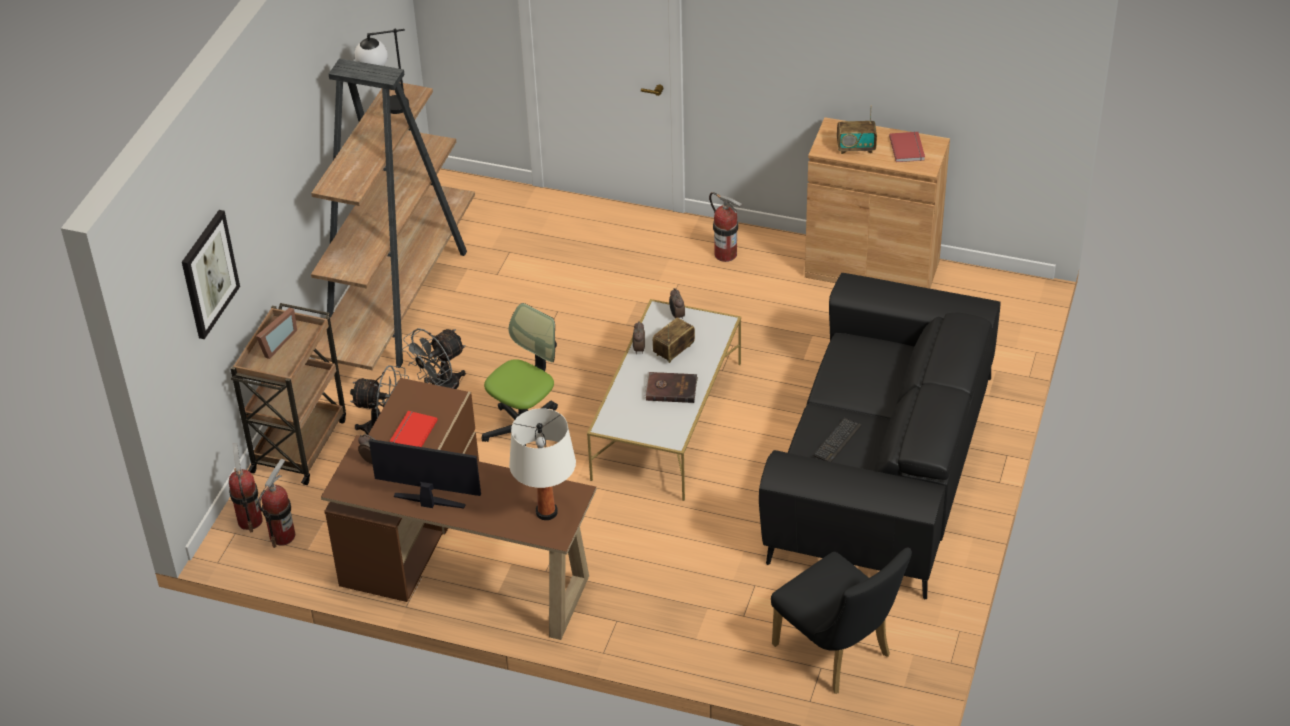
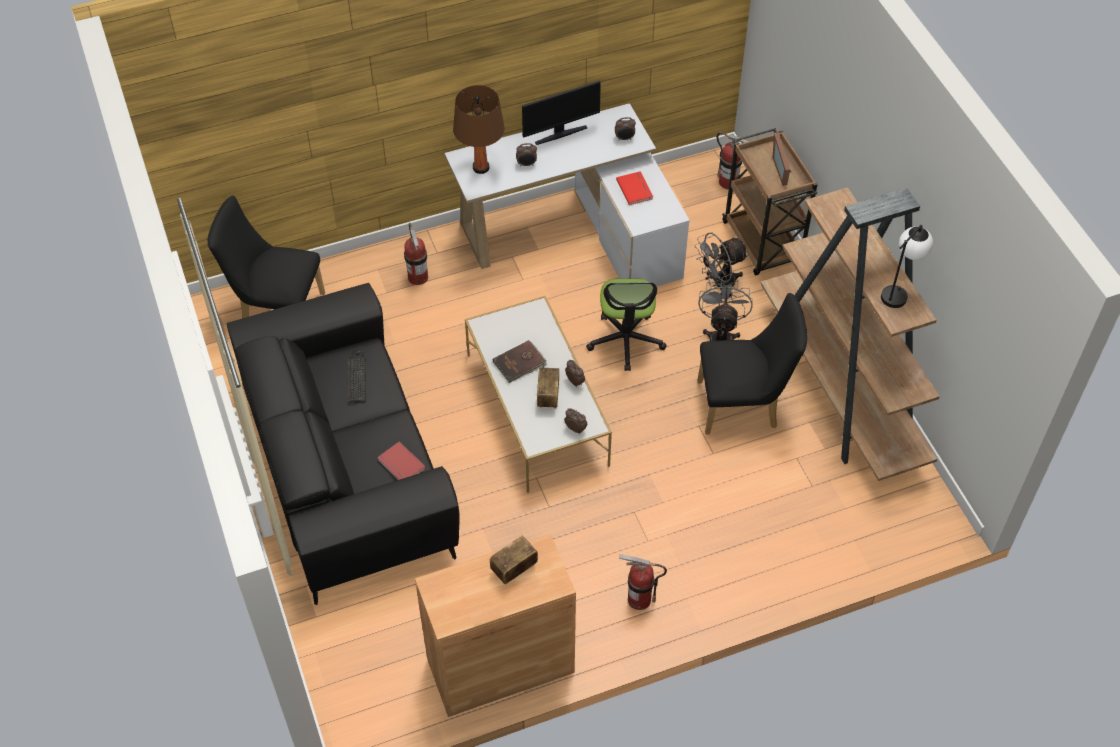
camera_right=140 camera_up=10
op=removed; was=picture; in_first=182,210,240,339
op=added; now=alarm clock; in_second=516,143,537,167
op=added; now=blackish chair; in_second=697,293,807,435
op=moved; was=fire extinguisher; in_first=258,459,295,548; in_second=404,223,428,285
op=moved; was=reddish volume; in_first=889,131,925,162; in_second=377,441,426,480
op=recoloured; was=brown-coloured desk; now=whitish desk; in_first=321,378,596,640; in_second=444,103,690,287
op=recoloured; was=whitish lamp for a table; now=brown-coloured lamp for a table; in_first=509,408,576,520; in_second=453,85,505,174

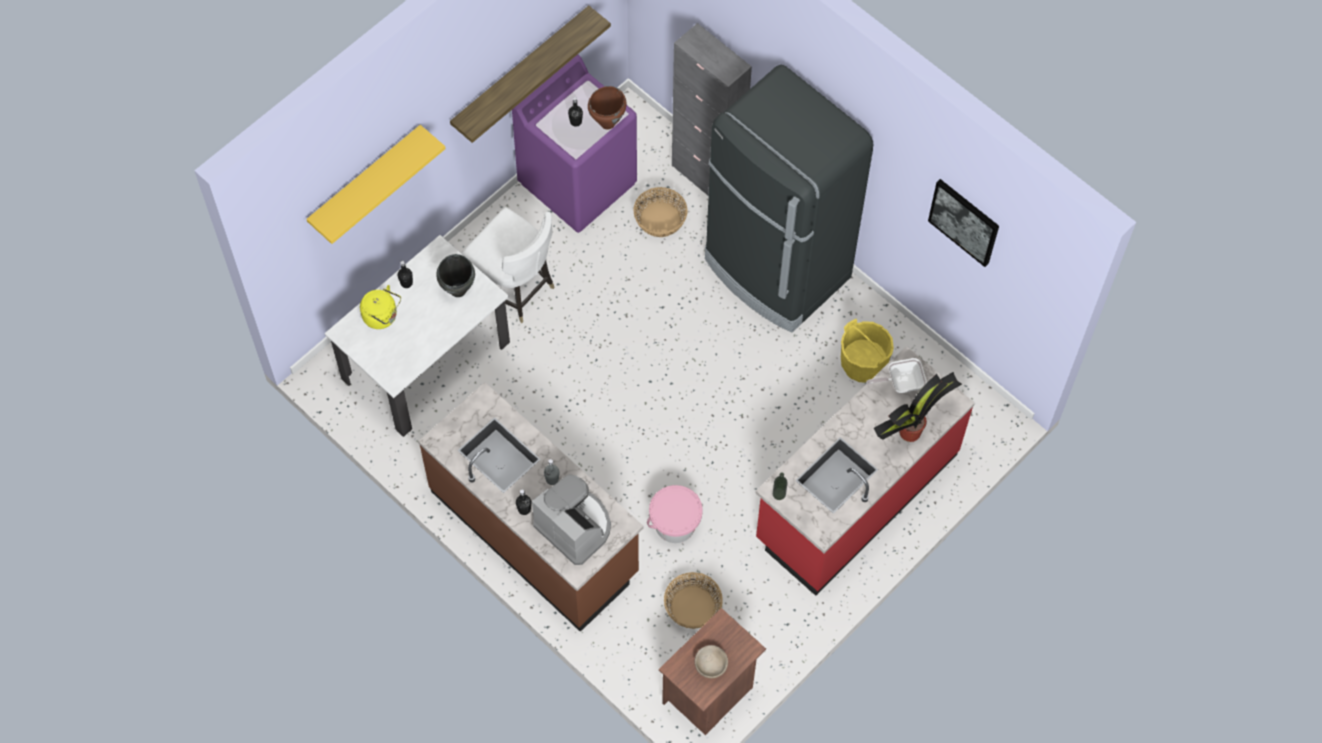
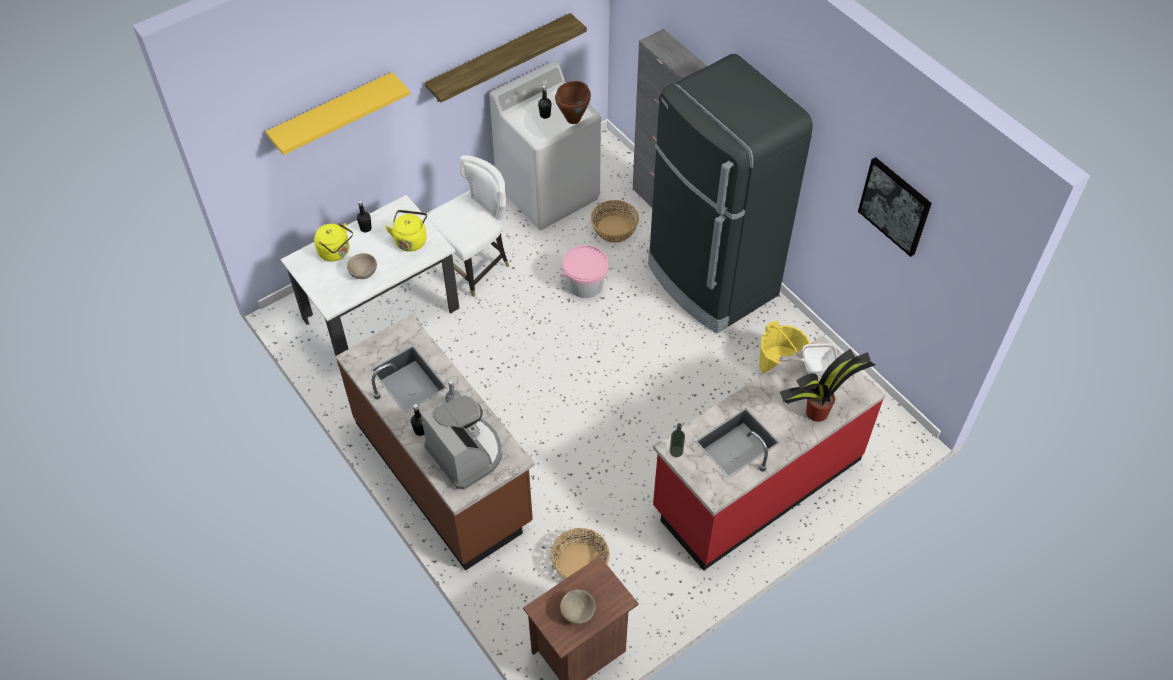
camera_right=10 camera_up=-10
op=added; now=sand-coloured bowl; in_second=347,253,377,279
op=moved; was=pink pail; in_first=647,485,703,543; in_second=560,245,609,298
op=replaced; was=blackish cooking pot; now=yellow tea kettle; in_first=436,254,475,297; in_second=385,210,427,252
op=recoloured; was=purple-coloured washing machine; now=whitish washing machine; in_first=512,54,637,233; in_second=490,61,601,230
op=turned; was=whitish chair; in_first=461,207,554,323; in_second=427,155,509,297; clockwise=-90

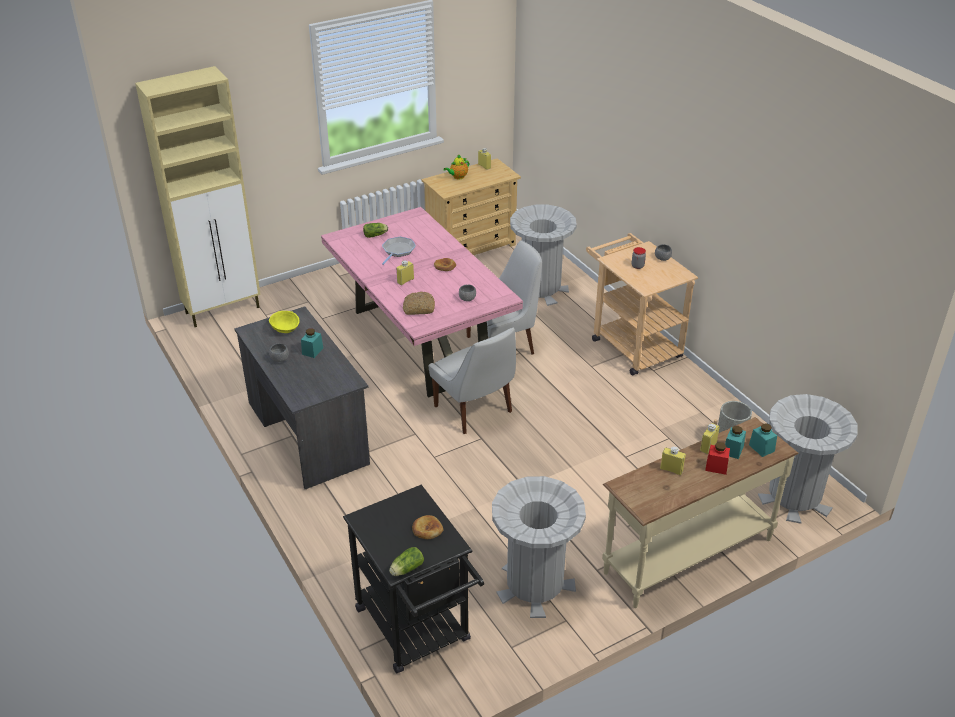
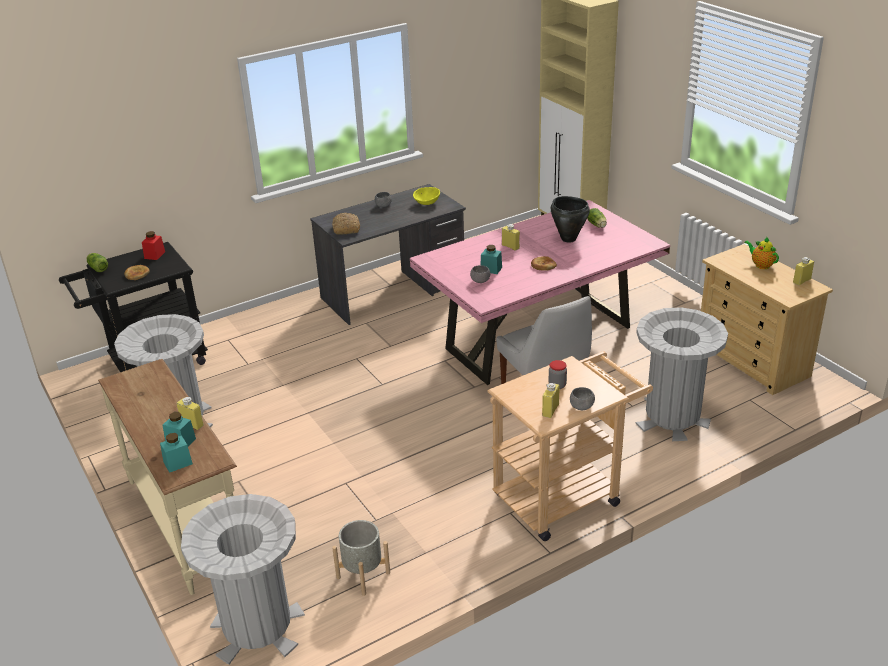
camera_right=90 camera_up=-5
op=removed; was=whitish chair; in_first=429,328,516,434
op=moved; was=turquoise jar; in_first=301,328,323,358; in_second=481,245,502,274
op=moved; was=baked bread; in_first=403,291,435,315; in_second=332,213,360,235
op=moved; was=yellow bottle; in_first=660,447,686,475; in_second=542,383,560,418
op=moved; was=reddish jar; in_first=705,442,730,475; in_second=142,231,165,260
op=replaced; was=pan; now=blackish cooking pot; in_first=382,237,416,265; in_second=551,196,590,243

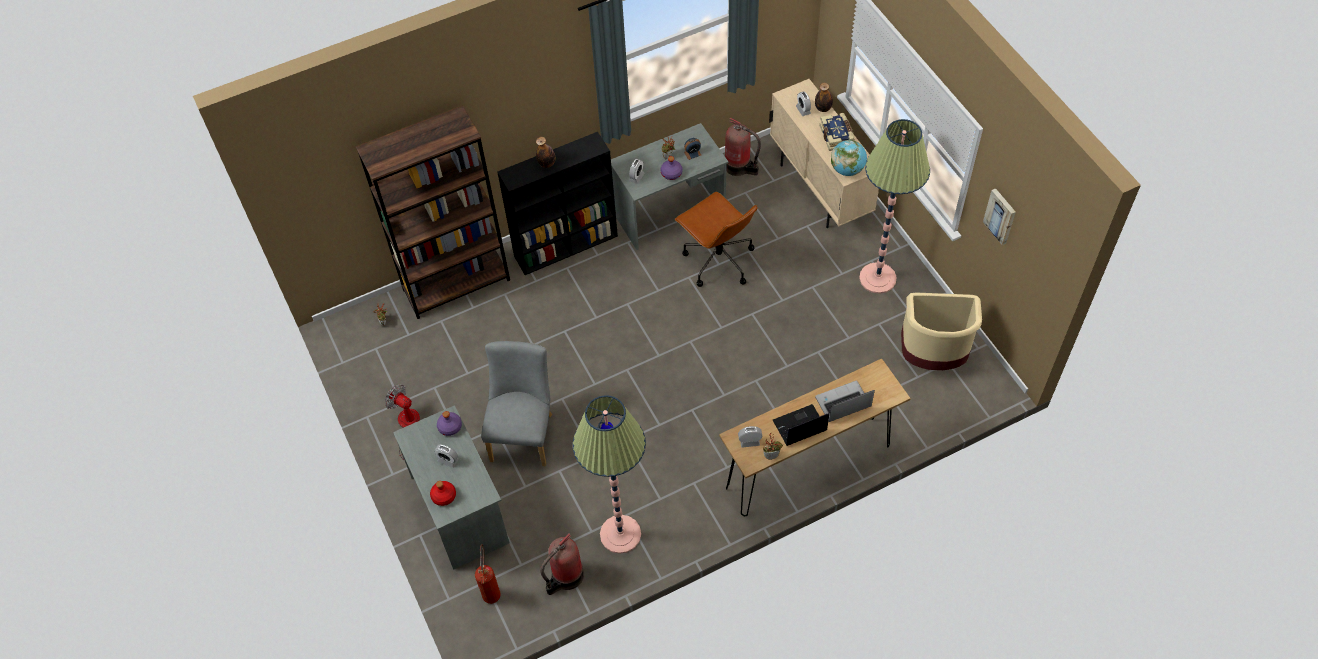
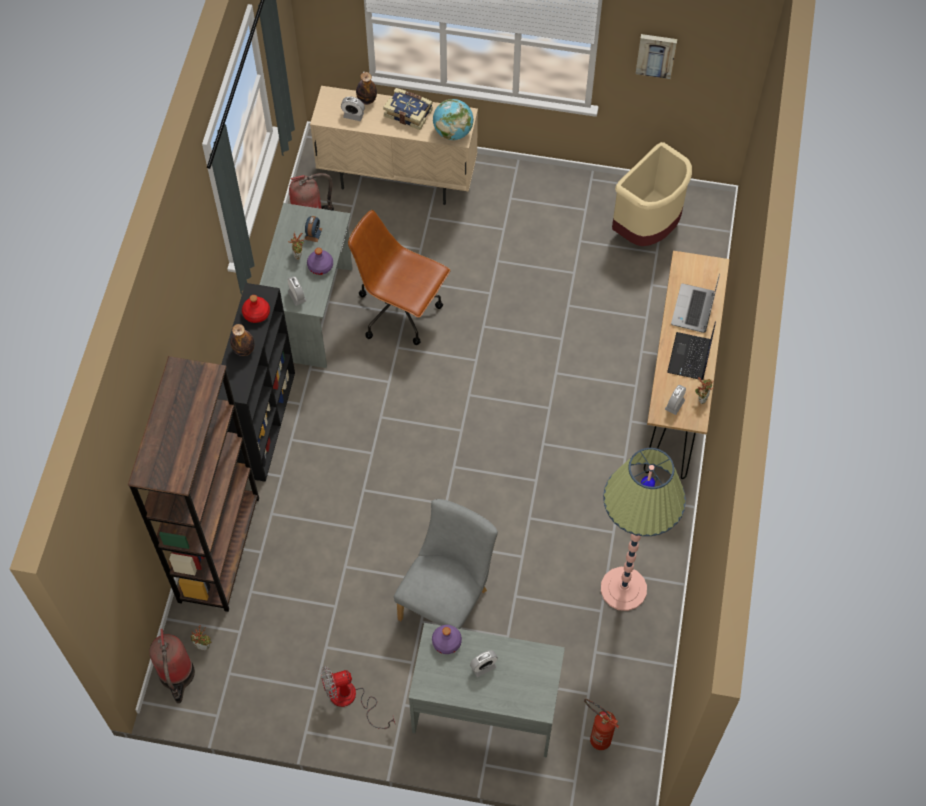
camera_right=-55 camera_up=5
op=removed; was=floor lamp; in_first=859,119,930,294
op=moved; was=reddish bottle; in_first=430,481,456,506; in_second=242,295,270,323
op=moved; was=fire extinguisher; in_first=540,534,584,595; in_second=149,629,195,703
op=turned; was=gray chair; in_first=481,341,552,466; in_second=394,499,498,629; clockwise=75
op=turned; was=brown-coloured office chair; in_first=675,192,758,287; in_second=348,210,450,345; clockwise=-150

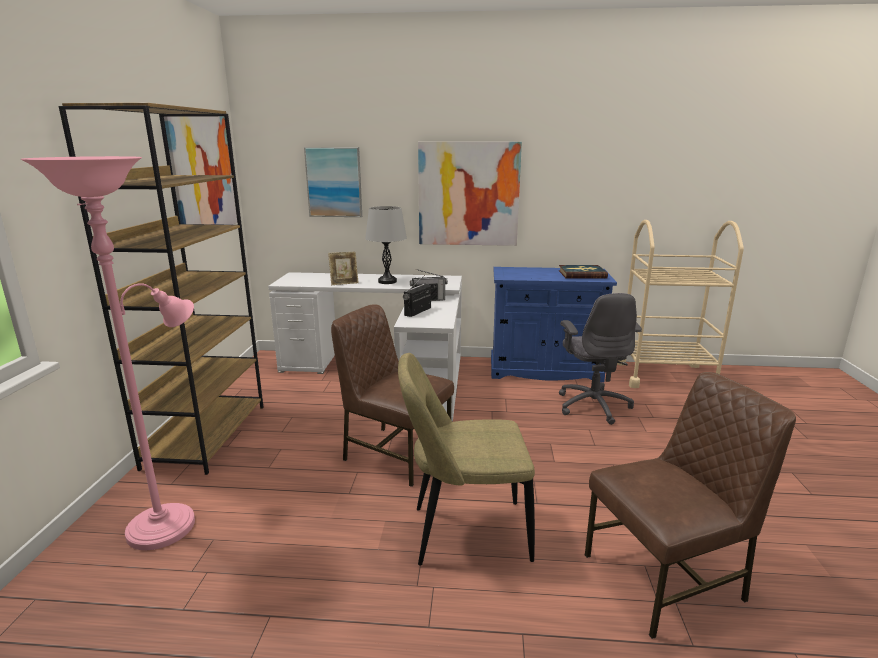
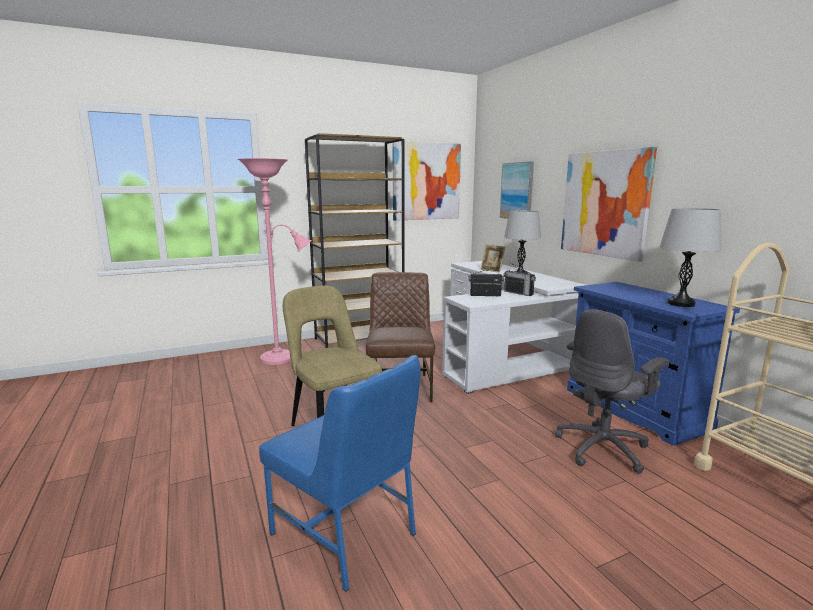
camera_right=60 camera_up=-5
op=replaced; was=volume; now=gray lamp for a table; in_first=559,265,608,279; in_second=660,208,722,307
op=recoloured; was=brown-coloured chair; now=bluish chair; in_first=585,372,796,639; in_second=259,355,421,592

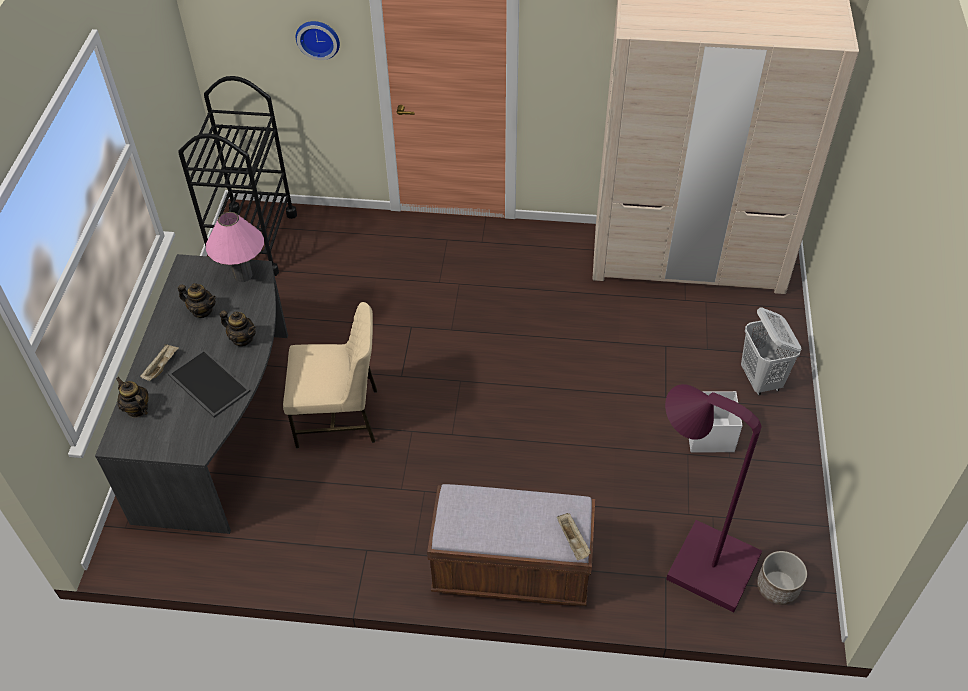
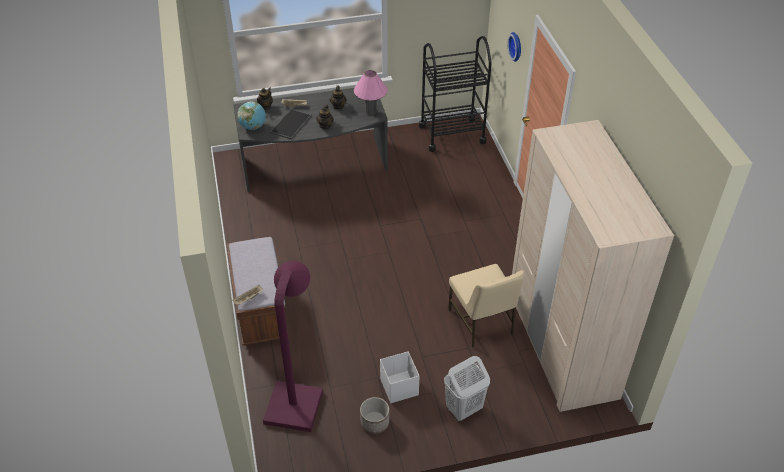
camera_right=70 camera_up=-5
op=added; now=world globe; in_second=237,101,266,130
op=moved; was=sand-coloured chair; in_first=283,302,377,448; in_second=448,264,524,348
op=moved; was=plant pot; in_first=757,551,807,605; in_second=360,397,389,434

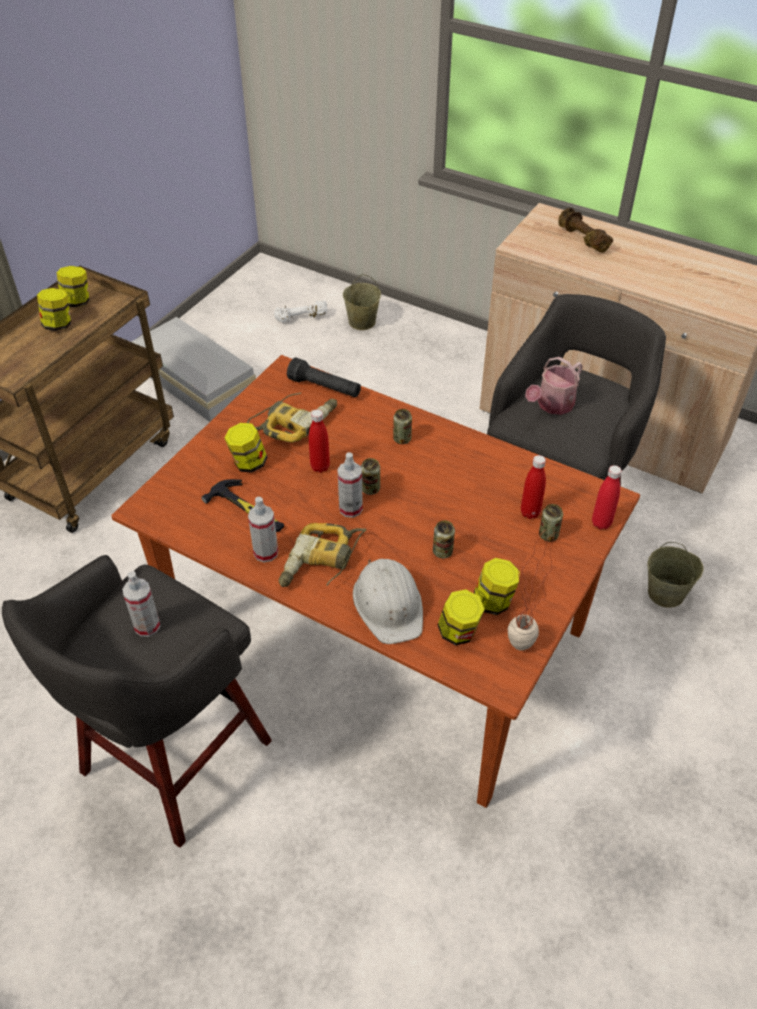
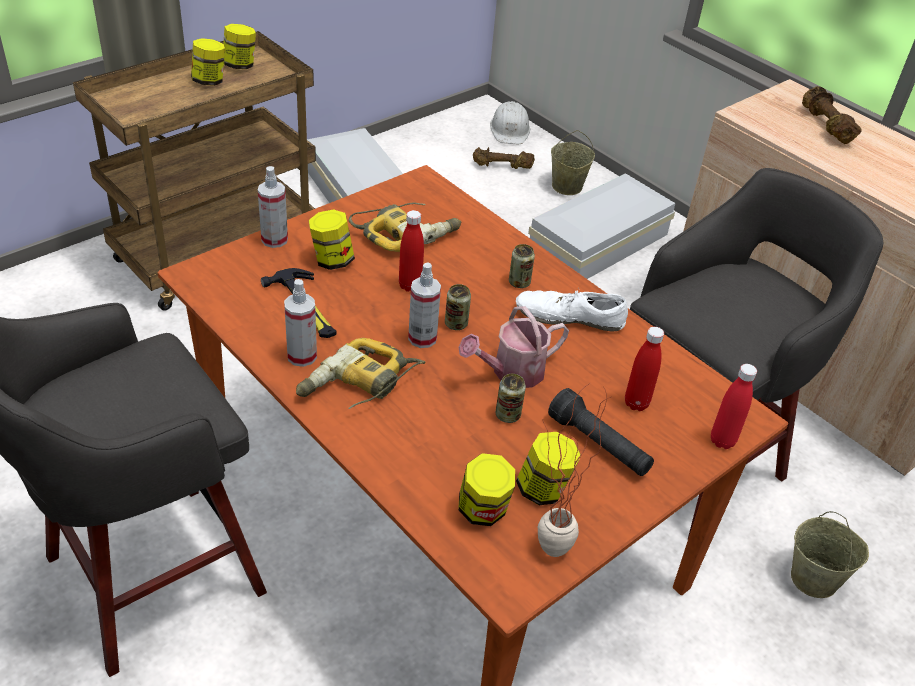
camera_right=15 camera_up=-5
op=removed; was=sealed can; in_first=539,504,563,542
op=added; now=whitish low shoe; in_second=516,290,628,331
op=added; now=whitish storage bin; in_second=528,173,675,279
op=moved; was=hand sprayer; in_first=122,571,160,637; in_second=258,166,288,248
op=moved; was=blackish flashlight; in_first=287,358,361,397; in_second=548,388,654,476
op=moved; was=whitish work helmet; in_first=353,559,423,644; in_second=490,101,530,144
op=moved; was=watering can; in_first=525,357,583,415; in_second=458,306,569,388
op=recoloured; was=whitish free weight; now=brown-coloured free weight; in_first=274,301,327,323; in_second=473,147,535,169

